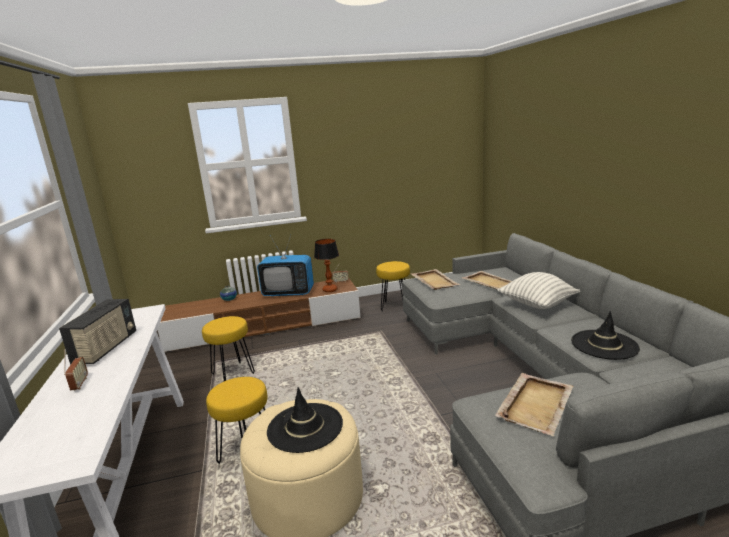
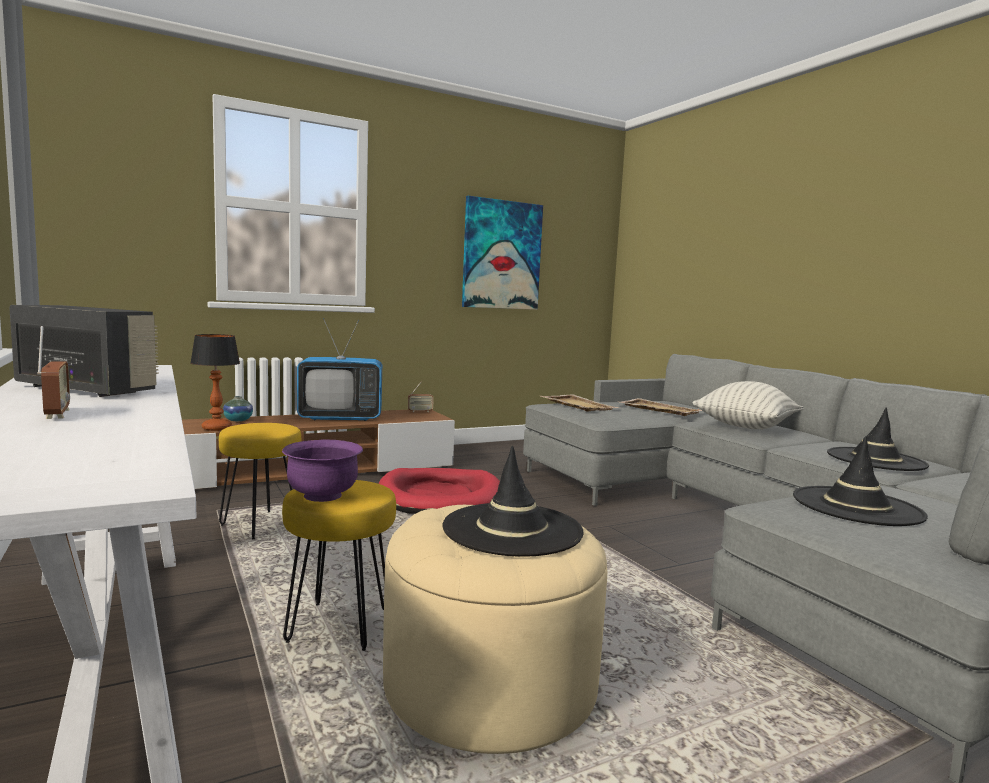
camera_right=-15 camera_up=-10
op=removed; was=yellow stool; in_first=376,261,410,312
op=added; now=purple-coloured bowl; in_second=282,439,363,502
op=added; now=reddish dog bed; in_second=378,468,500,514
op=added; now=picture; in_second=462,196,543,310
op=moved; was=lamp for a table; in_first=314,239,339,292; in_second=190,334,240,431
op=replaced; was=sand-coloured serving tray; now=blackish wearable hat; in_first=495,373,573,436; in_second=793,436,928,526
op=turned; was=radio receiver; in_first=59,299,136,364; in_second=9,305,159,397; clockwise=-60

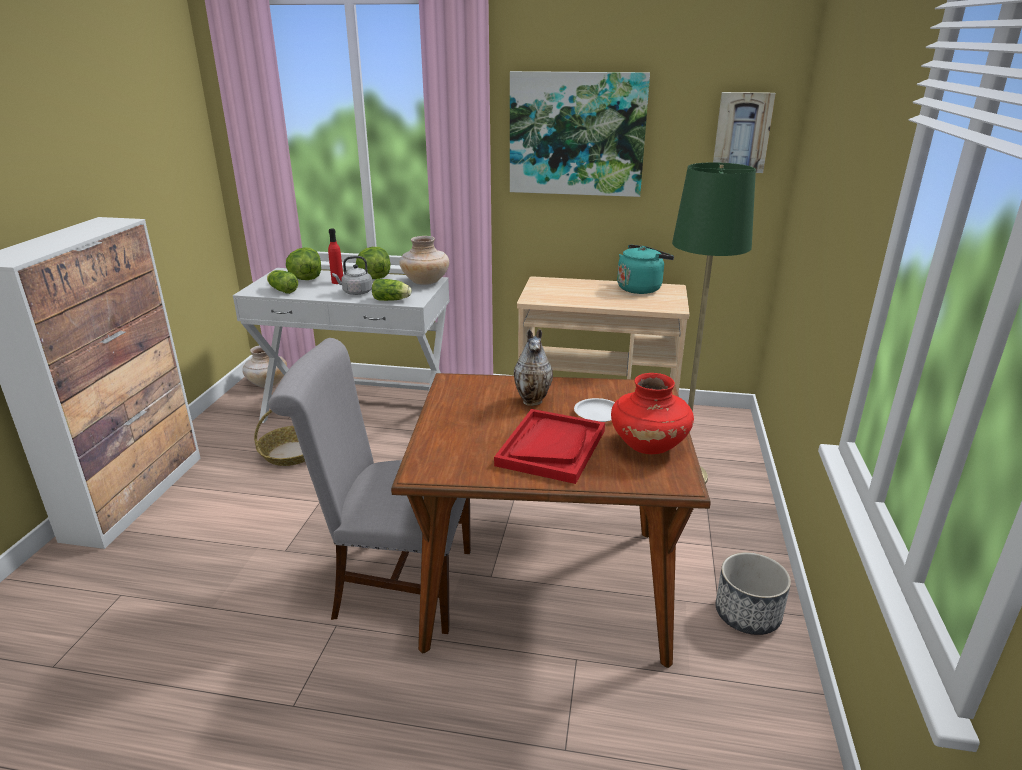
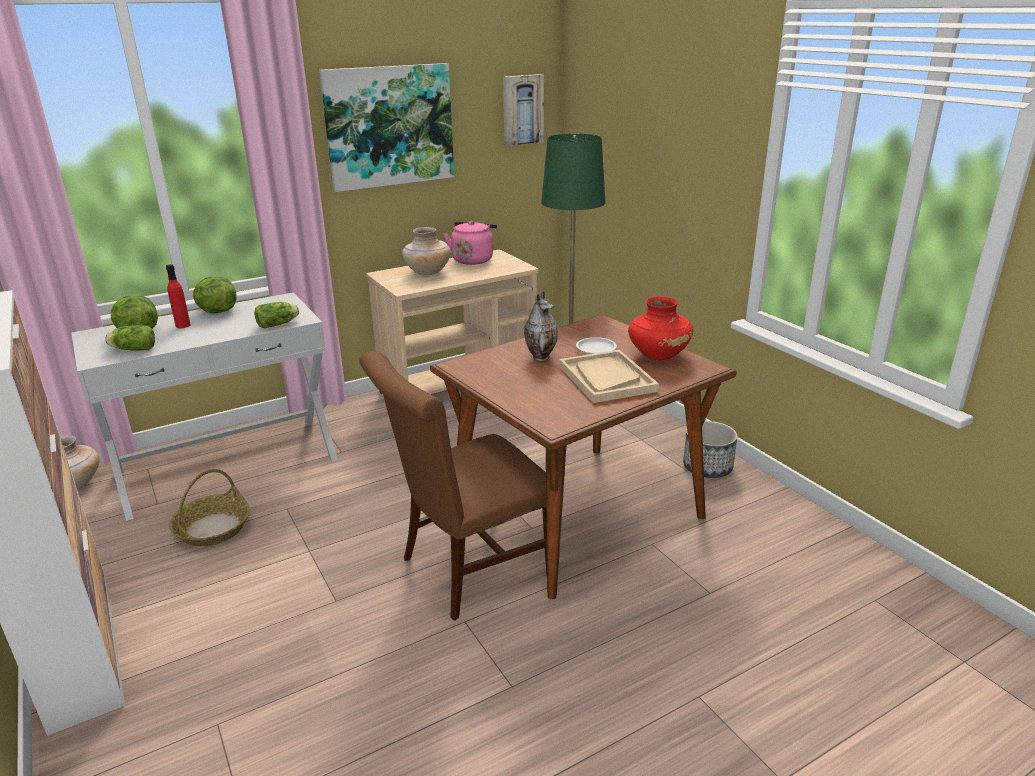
camera_right=-40 camera_up=0
op=removed; was=gray tea kettle; in_first=332,256,372,295
op=moved; was=sand-coloured decorative vase; in_first=399,236,449,285; in_second=402,227,451,275
op=recoloured; was=gray chair; now=brown-coloured chair; in_first=268,338,471,634; in_second=359,351,547,621
op=recoloured; was=reddish serving tray; now=sand-coloured serving tray; in_first=494,409,605,484; in_second=559,350,659,403
op=recoloured; was=turquoise tea kettle; now=pink tea kettle; in_first=617,244,674,294; in_second=444,221,497,265

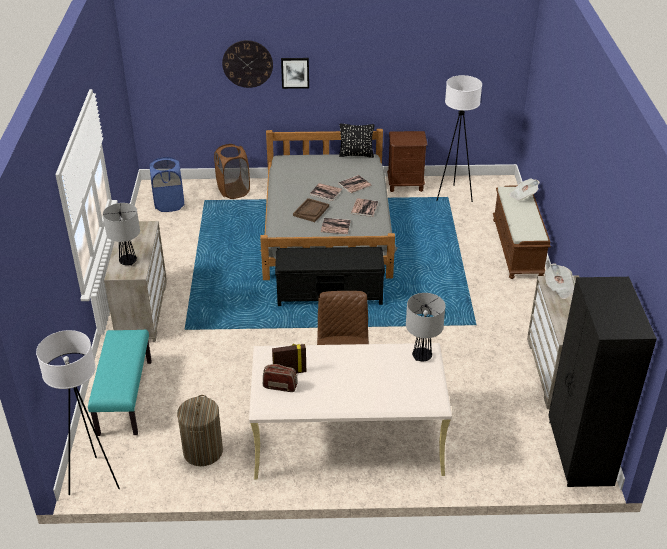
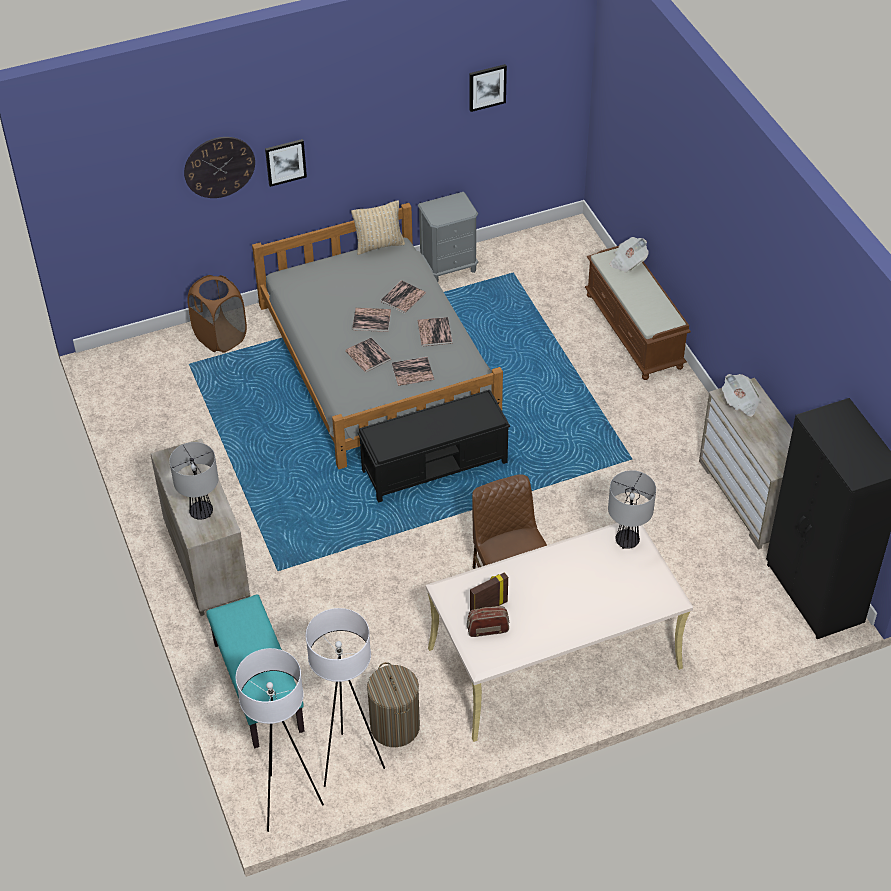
camera_right=-20 camera_up=10
op=removed; was=bluish laundry basket; in_first=149,157,185,212
op=added; now=picture; in_second=470,64,507,112
op=moved; was=whitish floor lamp; in_first=436,75,482,202; in_second=306,608,385,787
op=replaced; was=brown-coloured serving tray; now=volume; in_first=293,198,329,222; in_second=345,338,391,373
op=recoloured; was=blackish throw pillow; now=sand-coloured throw pillow; in_first=339,124,375,158; in_second=351,200,405,255
op=recoloured; was=brown-coloured bedside table; now=gray bedside table; in_first=387,131,428,192; in_second=418,192,478,282

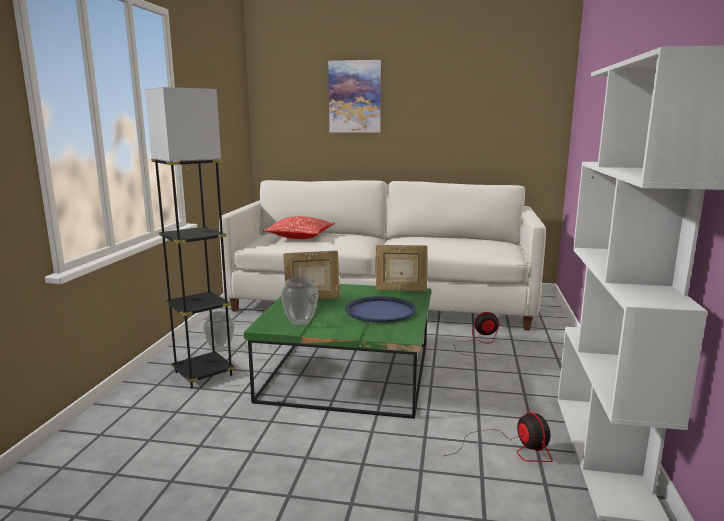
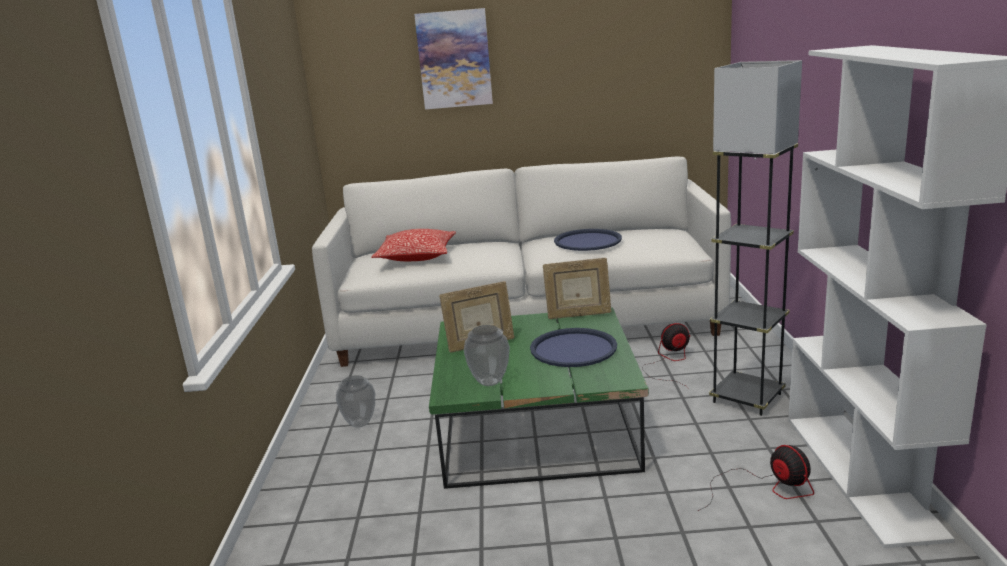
camera_right=-10 camera_up=5
op=added; now=bluish serving tray; in_second=554,229,622,251
op=moved; was=blackish floor lamp; in_first=145,87,235,388; in_second=709,60,802,416

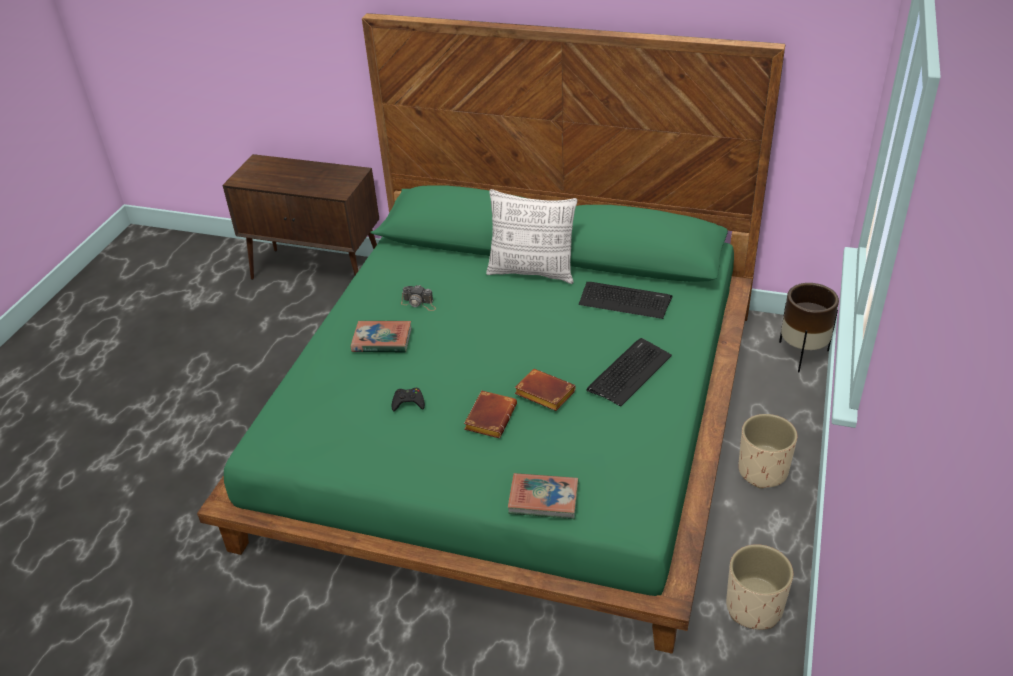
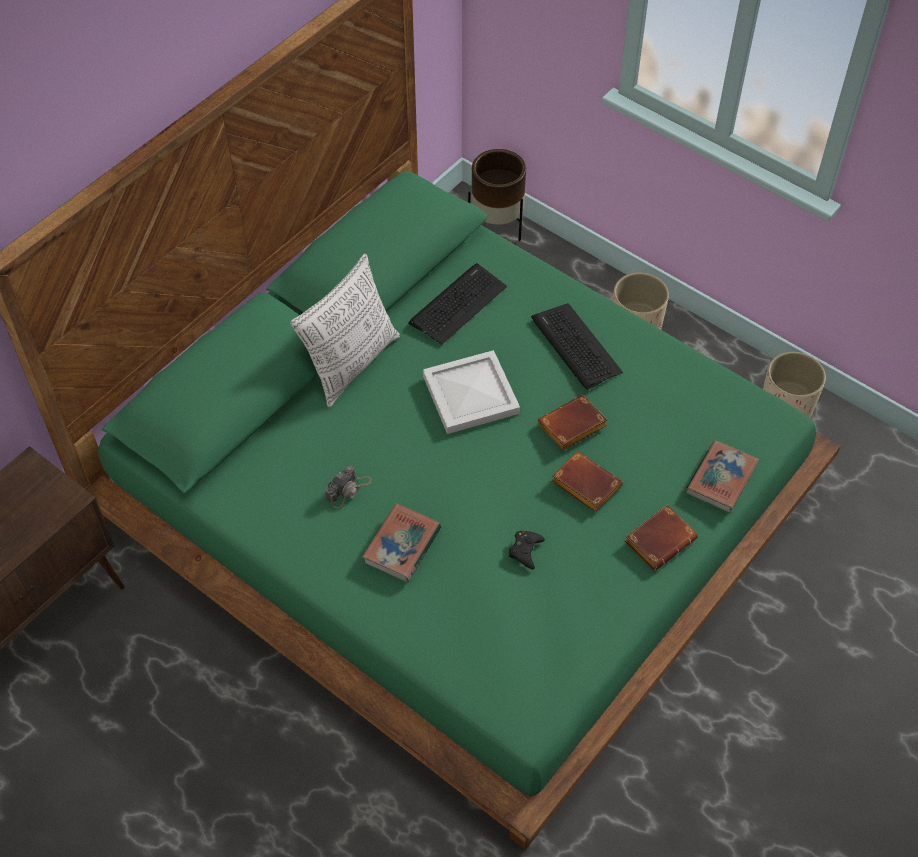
camera_right=-70 camera_up=15
op=added; now=whitish serving tray; in_second=423,350,520,434
op=added; now=brown-coloured volume; in_second=625,505,698,571

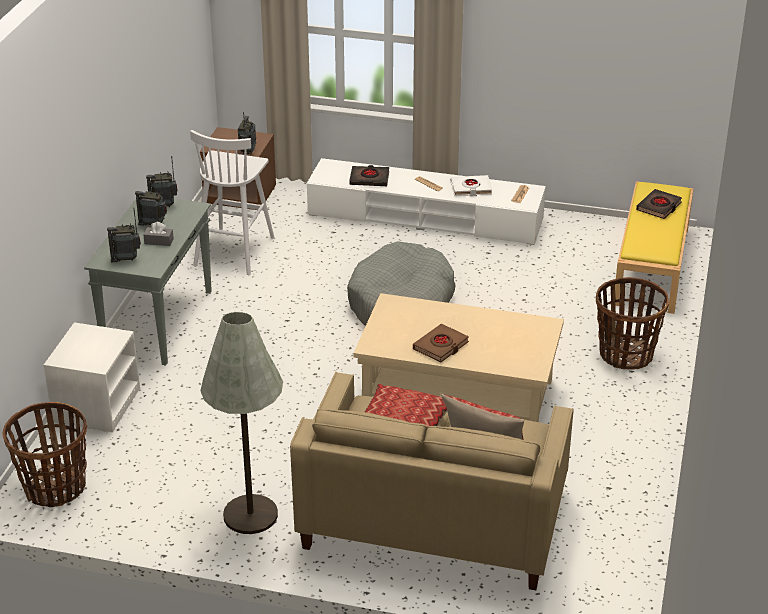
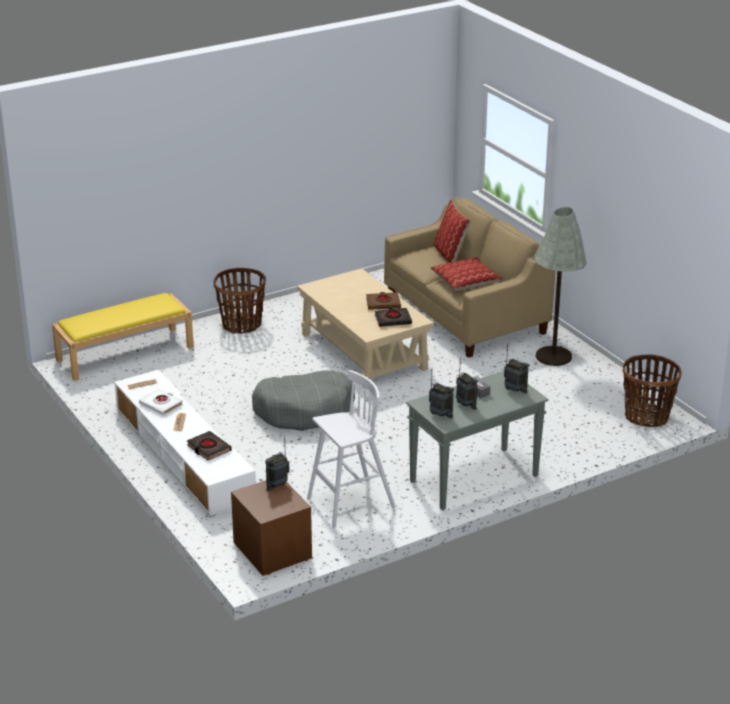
camera_right=-135 camera_up=-5
op=removed; was=whitish bedside table; in_first=44,322,140,433
op=moved; was=blackish volume; in_first=636,189,682,219; in_second=375,308,412,327

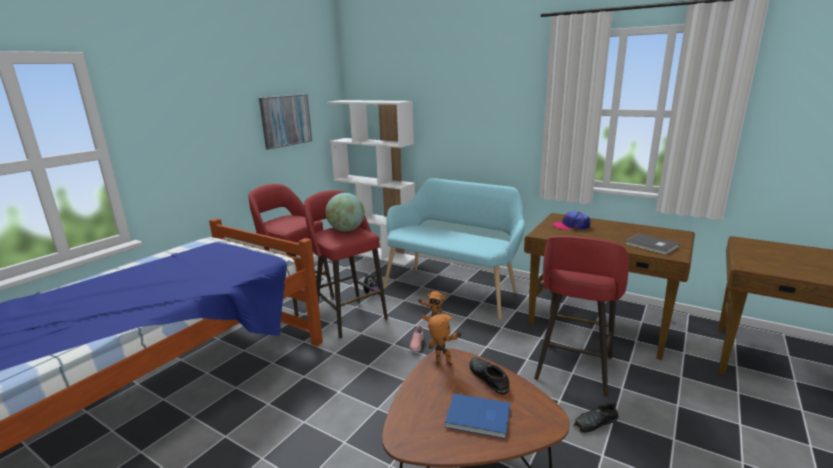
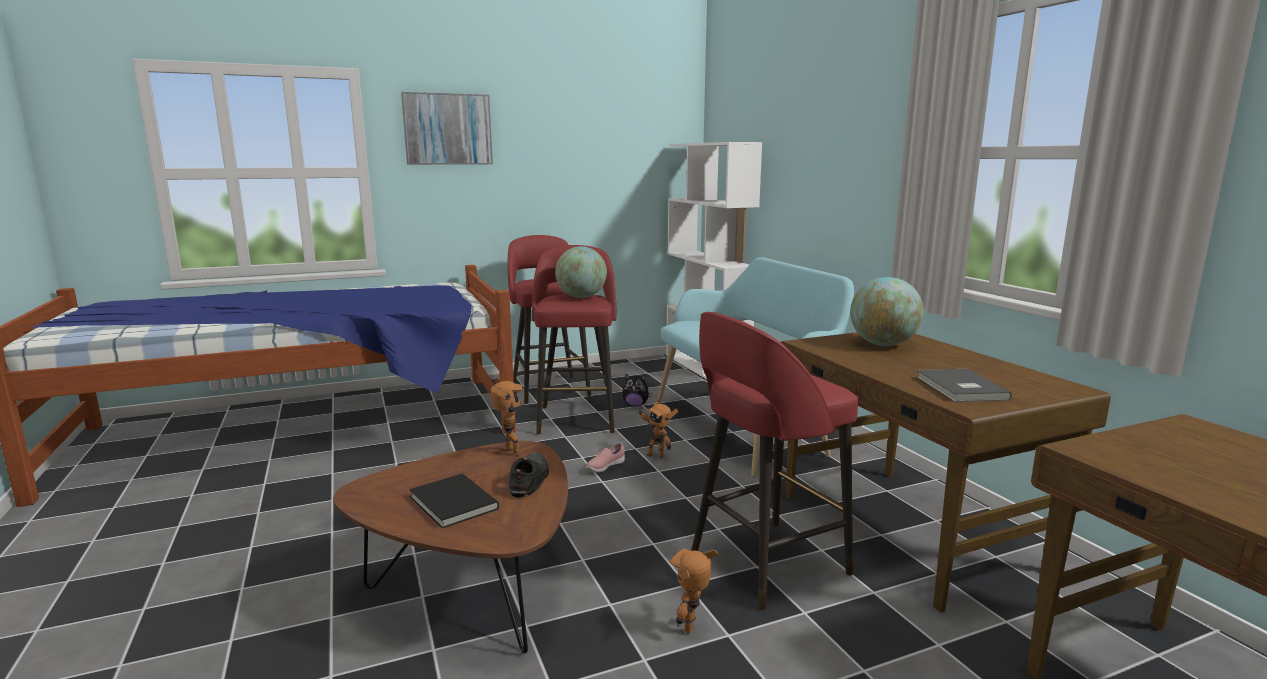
camera_right=35 camera_up=-5
op=moved; was=picture; in_first=259,94,312,150; in_second=401,92,493,165
op=replaced; was=baseball cap; now=world globe; in_first=553,211,590,230; in_second=850,277,924,346
op=replaced; was=blackish low shoe; now=robot figure; in_first=573,403,619,433; in_second=669,549,719,633
op=recoloured; was=bluish volume; now=blackish volume; in_first=445,394,510,439; in_second=409,473,499,528

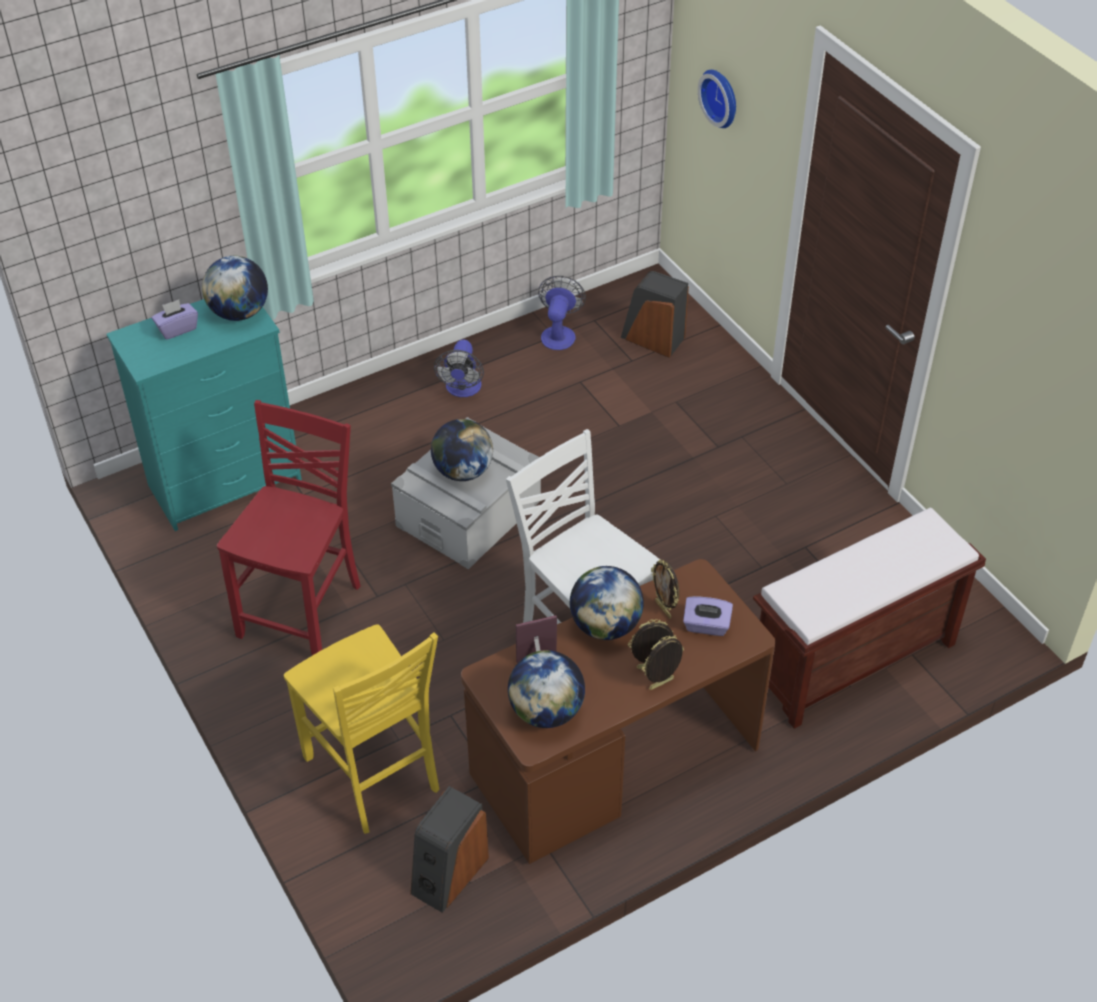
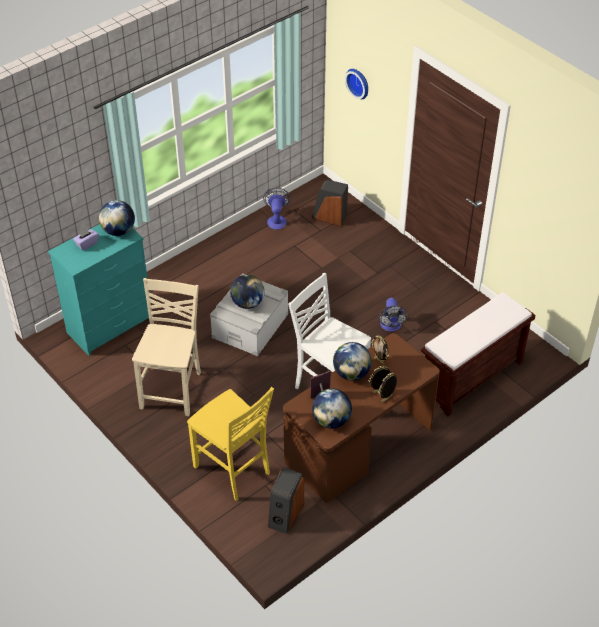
camera_right=-10 camera_up=0
op=removed; was=purple-coloured tissue holder; in_first=683,596,733,636
op=moved; was=cooling fan; in_first=434,339,484,397; in_second=379,298,409,332
op=recoloured; was=reddish chair; now=sand-coloured chair; in_first=217,400,361,656; in_second=132,278,201,417

